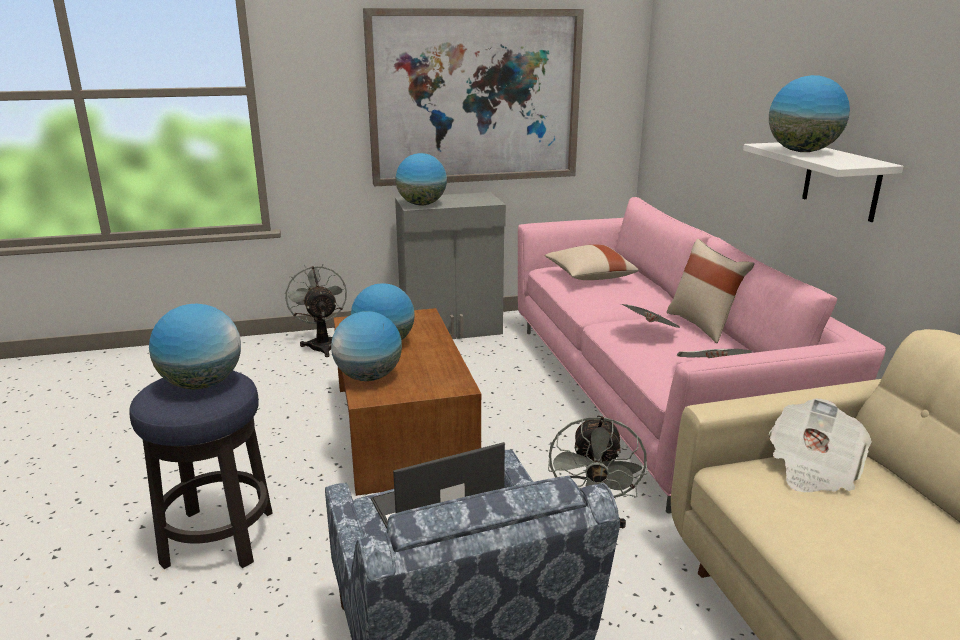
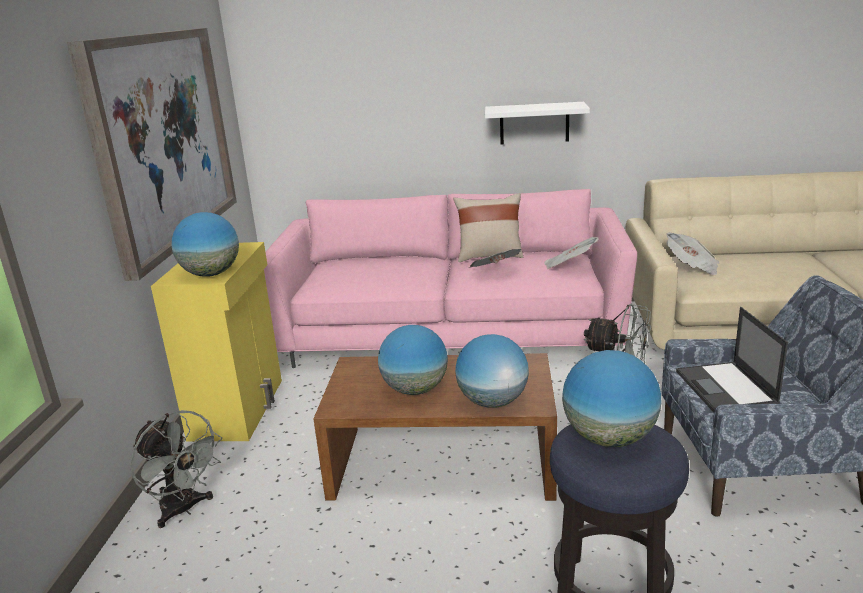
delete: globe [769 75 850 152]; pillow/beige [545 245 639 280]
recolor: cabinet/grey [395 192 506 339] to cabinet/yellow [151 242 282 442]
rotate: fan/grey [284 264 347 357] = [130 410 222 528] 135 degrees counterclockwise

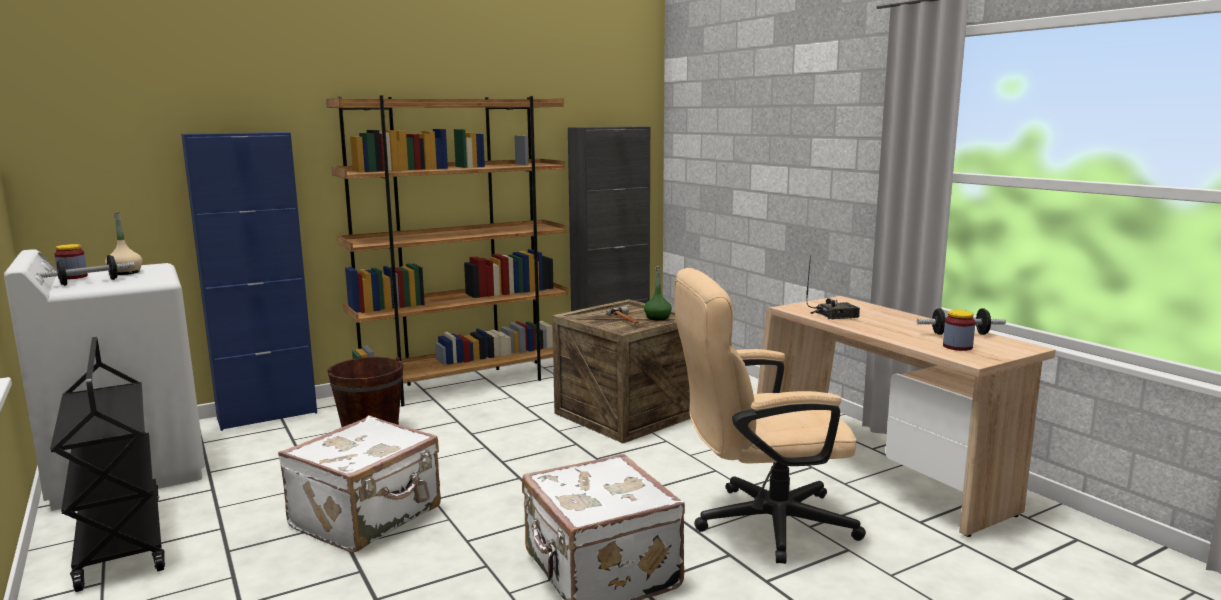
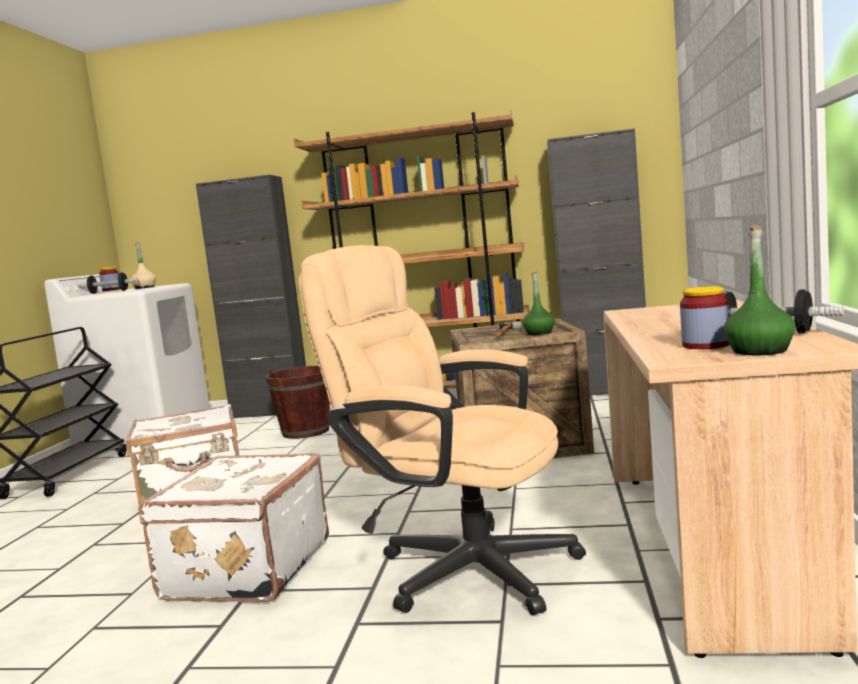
delete: radio [806 256 860 319]
insert: bottle/green [724 226 796 355]
recolor: cabinet/blue [181 132 317 431] to cabinet/black [196 175 306 418]

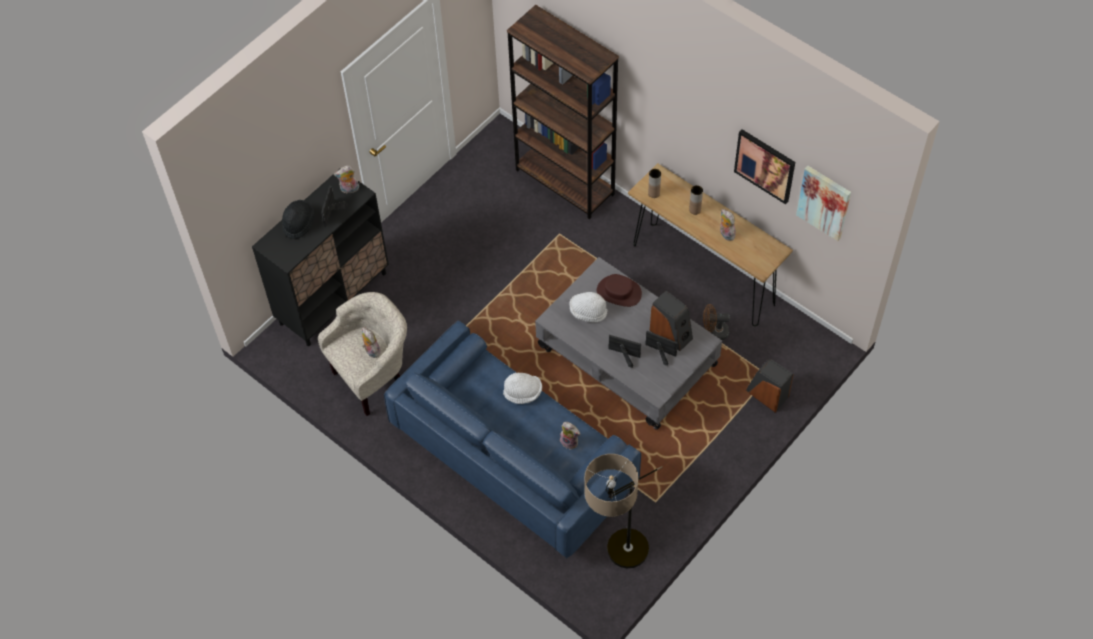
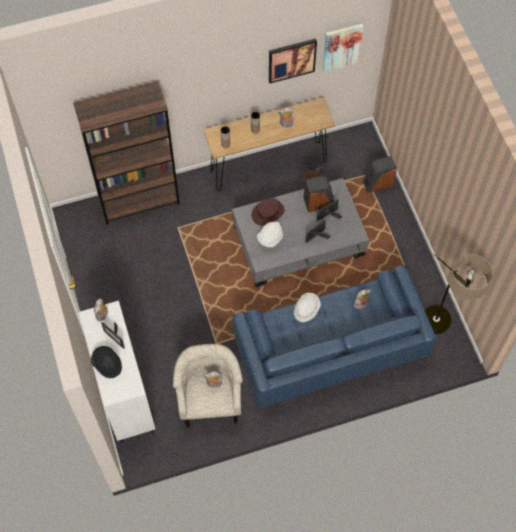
recolor: cabinet/black [252 168 389 346] to cabinet/white [79 301 155 442]

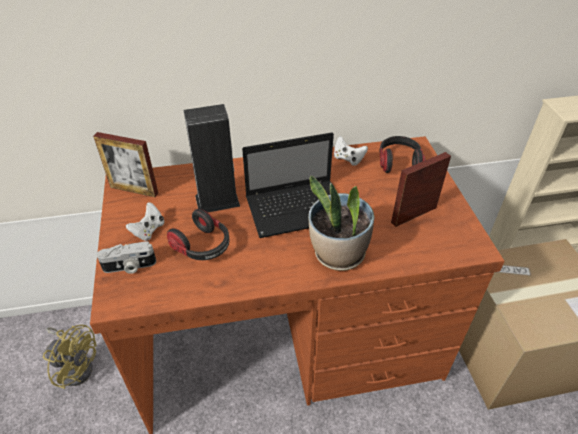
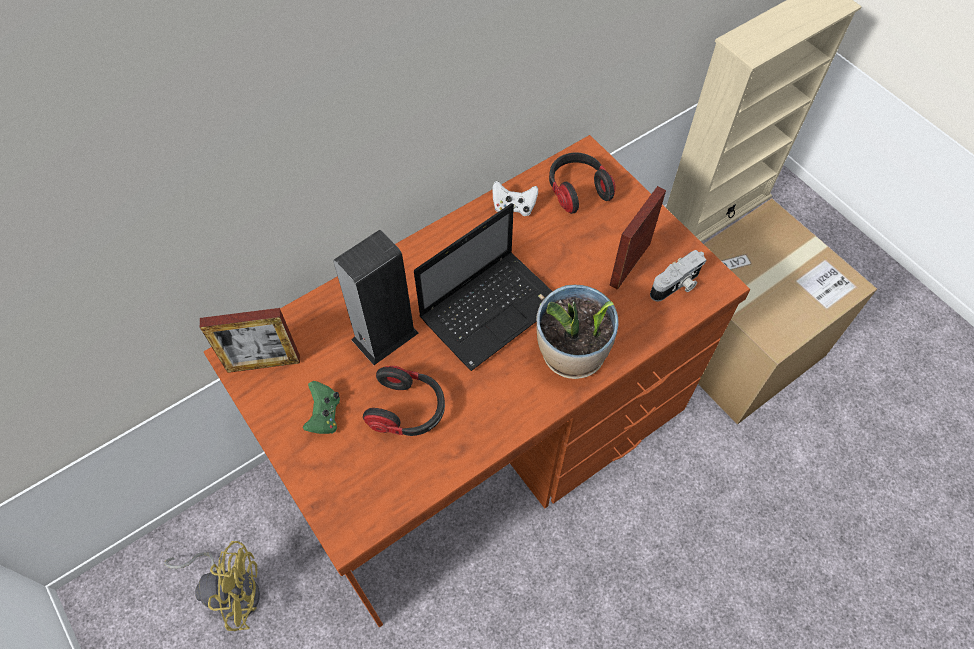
move: photo camera [97 241 156 274] to [650 250 707 301]
recolor: game controller/white [126 202 164 241] to game controller/green [303 381 340 434]

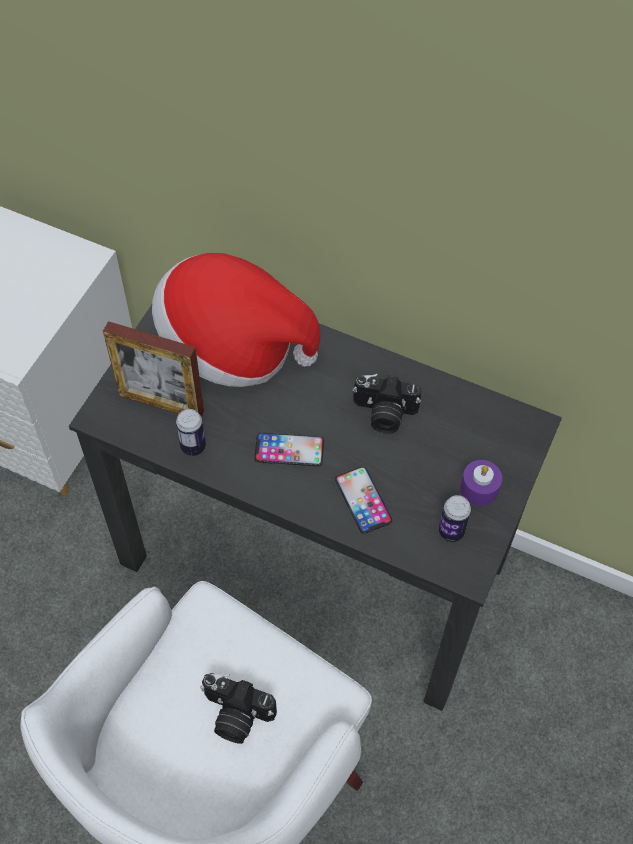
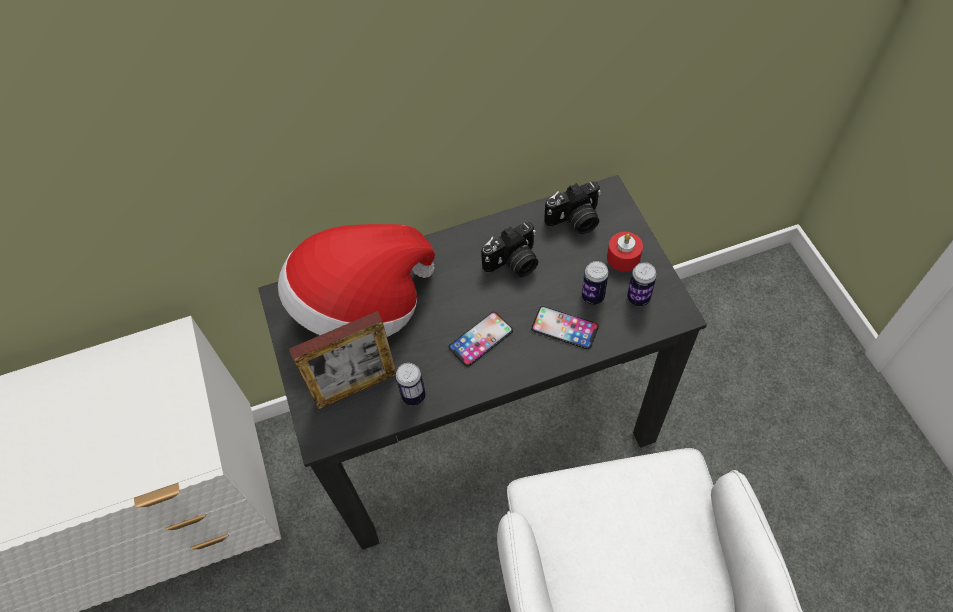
insert: can [582 261 609 305]
move: photo camera [200 673 277 744] to [544 181 601 234]
recolor: candle/purple [460 460 502 506] to candle/red [607 232 643 272]

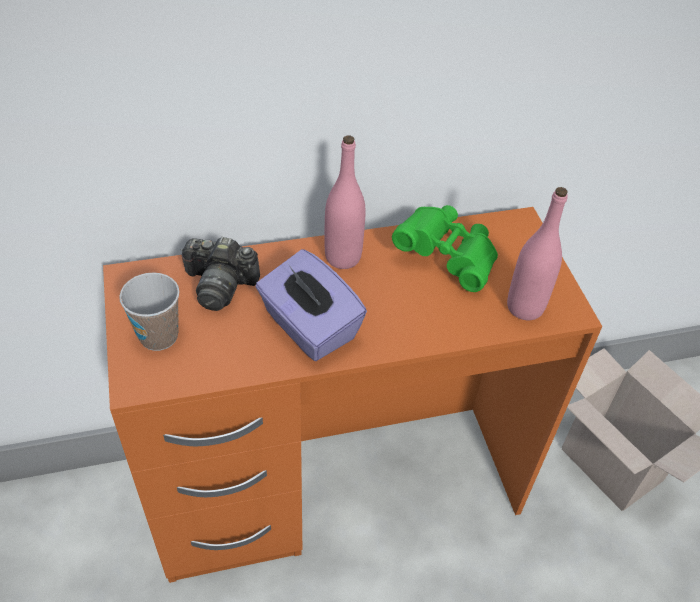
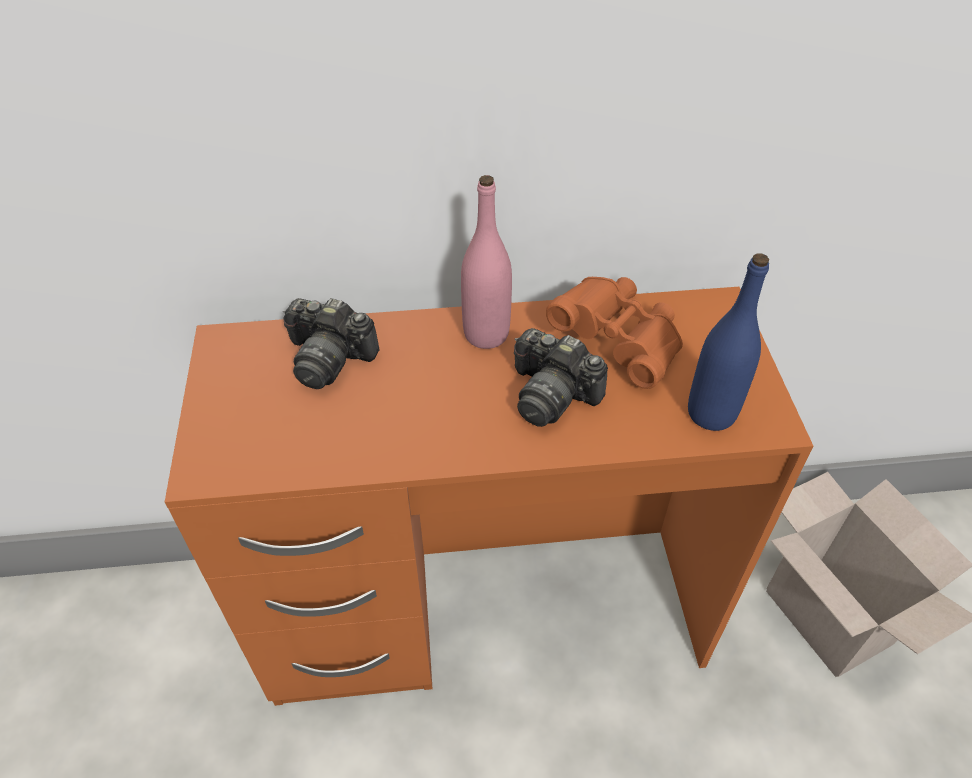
delete: tissue box/purple [256 249 367 361]; cup [119 272 180 351]
insert: photo camera [514 328 608 427]
recolor: bottle/pink [507 187 568 320] to bottle/blue [688 253 769 431]; binoculars/green [392 205 498 292] to binoculars/orange [546 277 683 389]

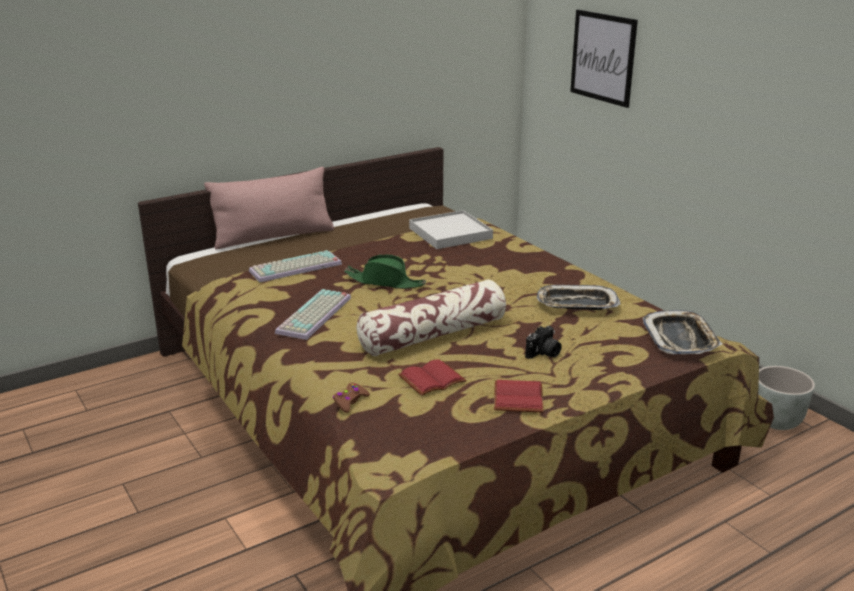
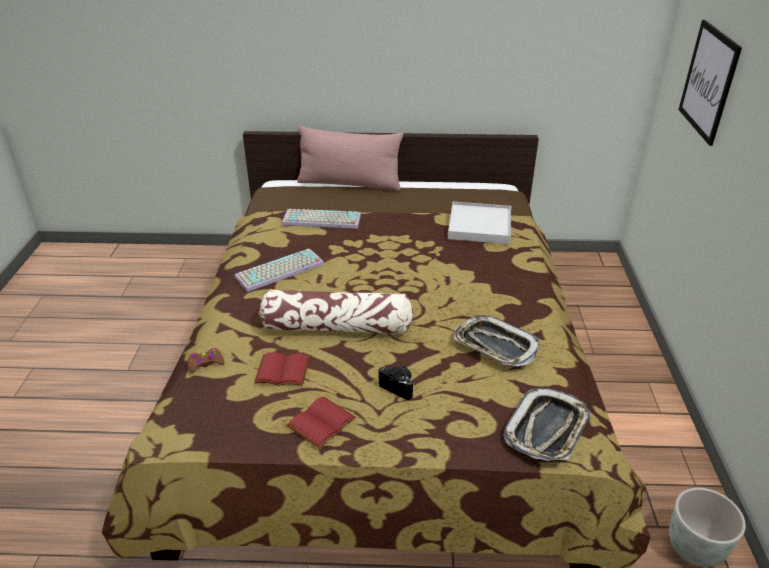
delete: hat/green [344 255 426 289]
rotate: photo camera [525 326 562 359] = [379 366 414 400] 135 degrees counterclockwise

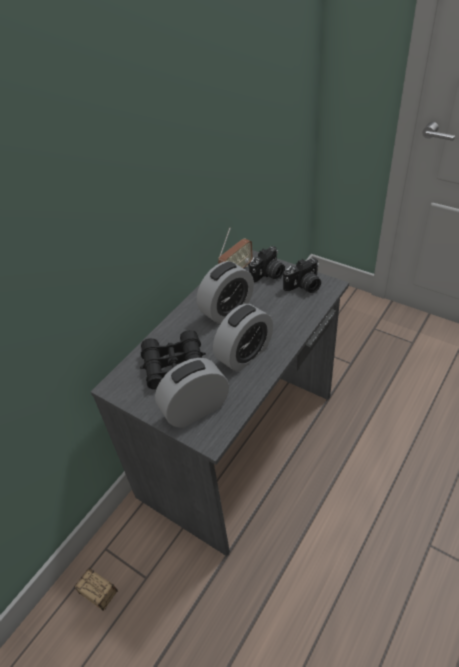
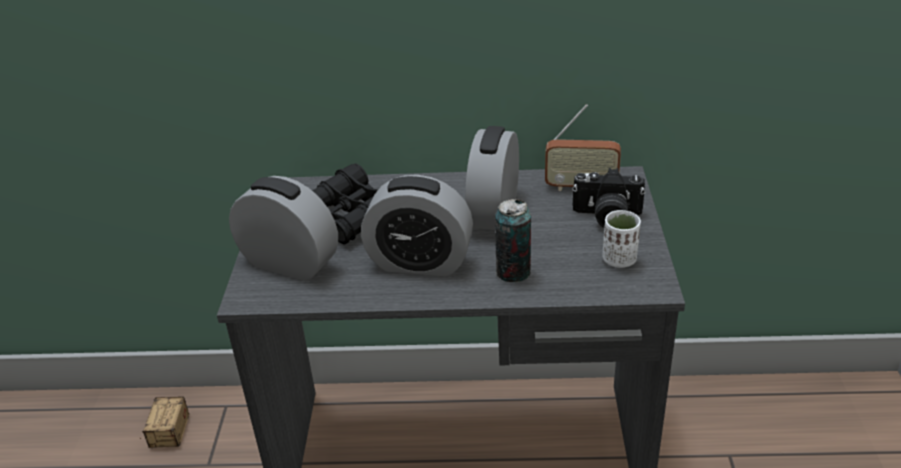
insert: can [495 199 531 282]
replace: photo camera [283 258 321 293] to cup/white [602 210 641 268]
rotate: alarm clock [197 261 254 324] = [465 126 519 230] 90 degrees clockwise

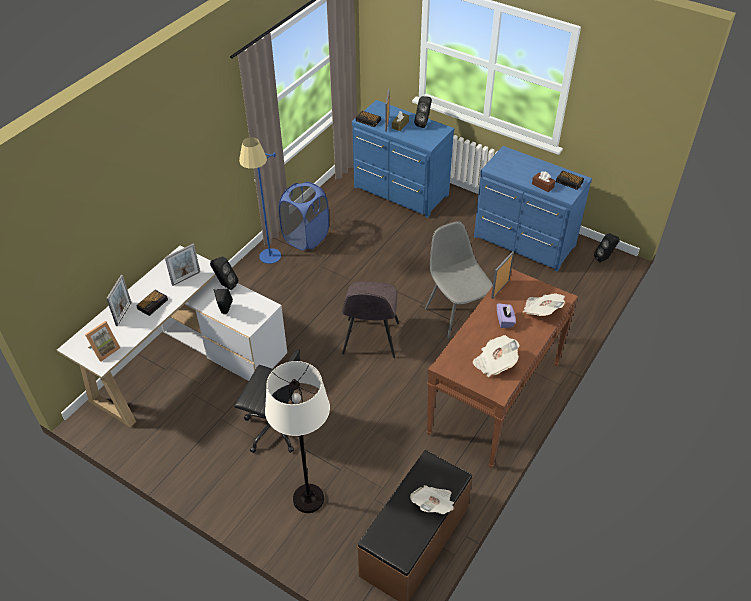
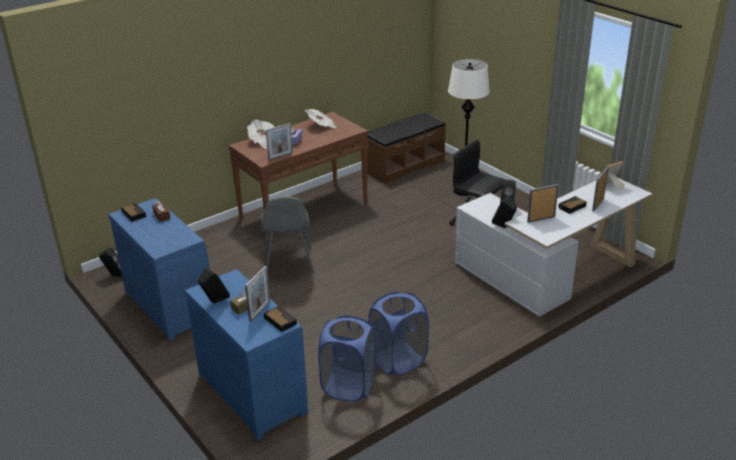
delete: floor lamp/blue [239 137 281 264]; chair/grey [342 281 399 358]; newspaper [410 485 454 514]
insert: laundry basket/blue [318 315 376 402]

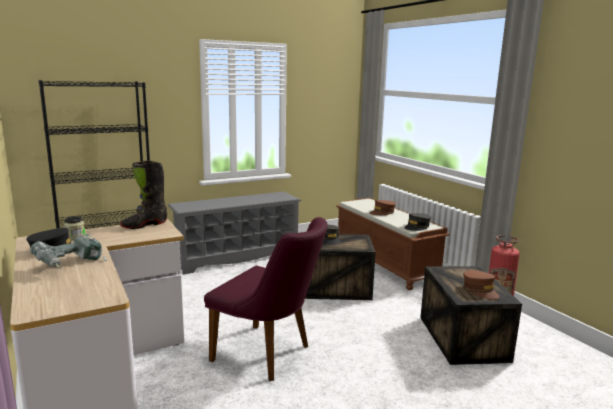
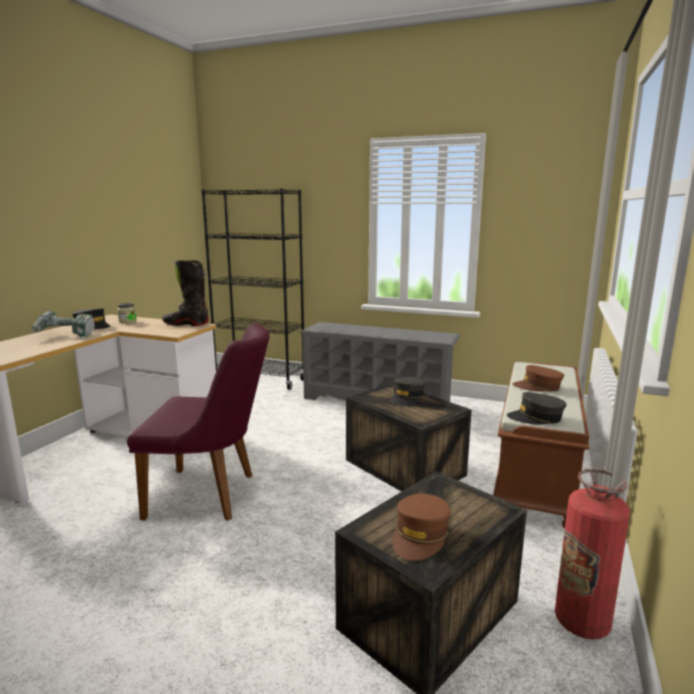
rotate: chair/purple [204 217 328 381] = [127 323 270 521] 75 degrees counterclockwise

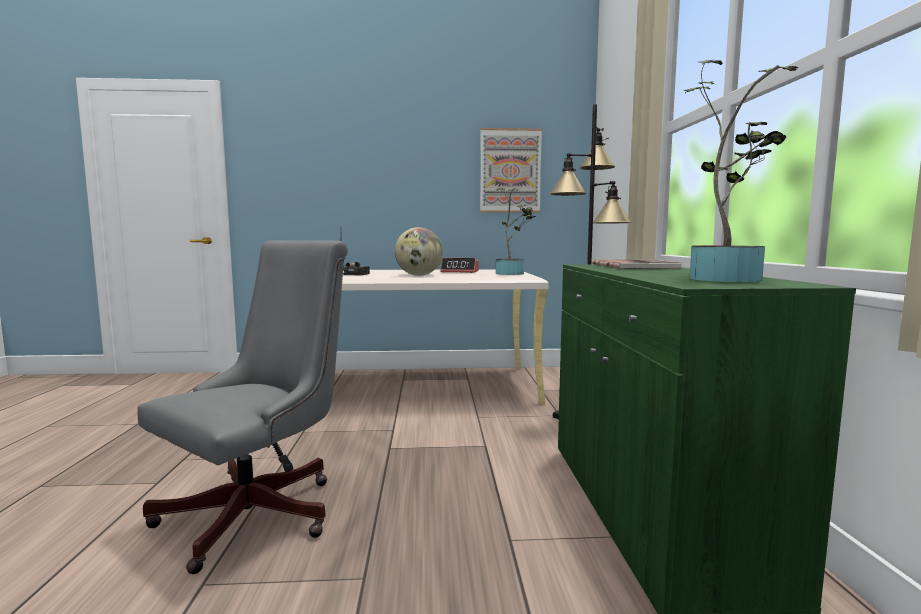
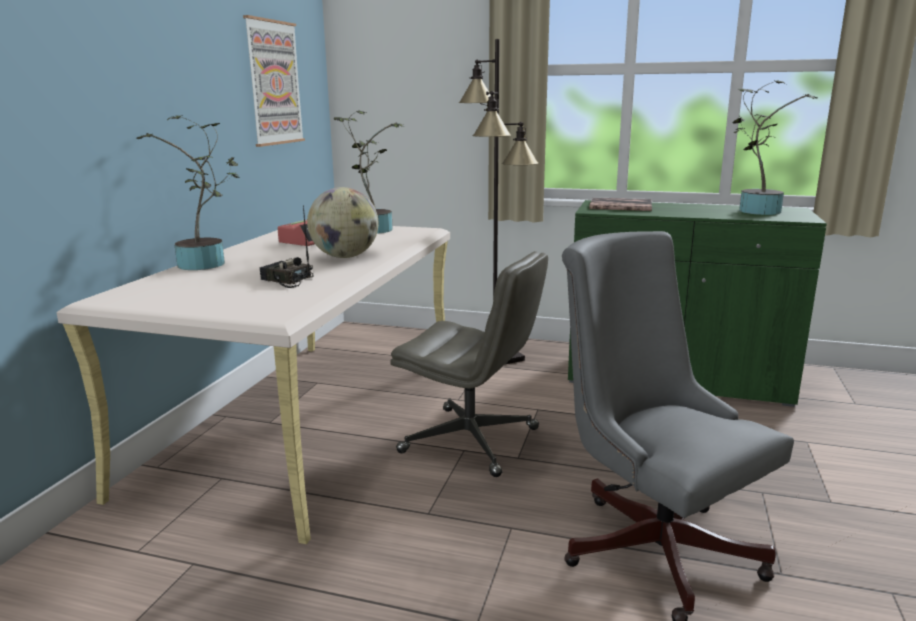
insert: potted plant [136 115 240 270]; office chair/grey [390 251 548 477]

